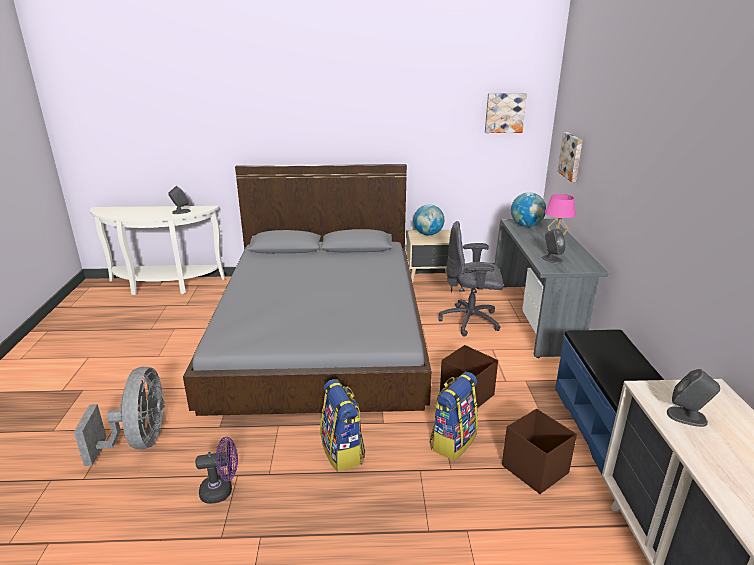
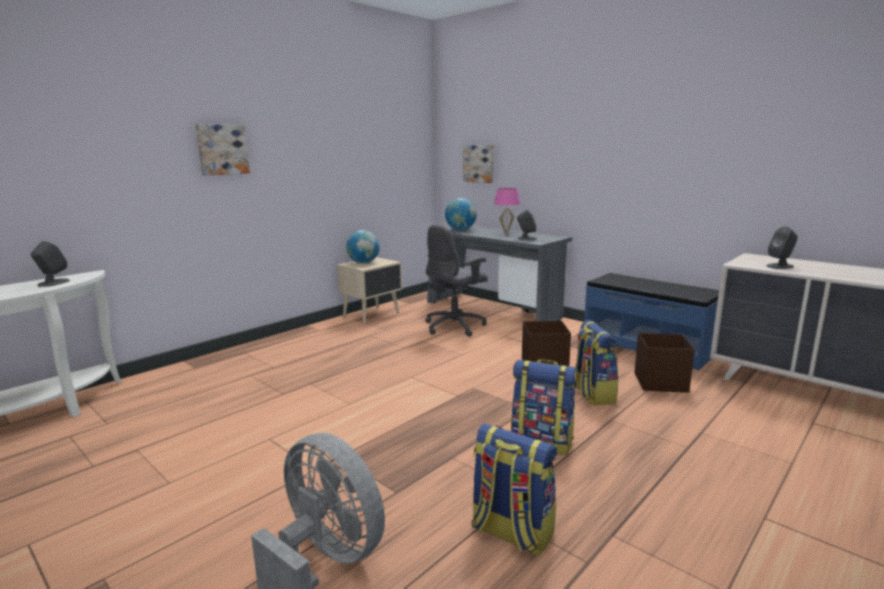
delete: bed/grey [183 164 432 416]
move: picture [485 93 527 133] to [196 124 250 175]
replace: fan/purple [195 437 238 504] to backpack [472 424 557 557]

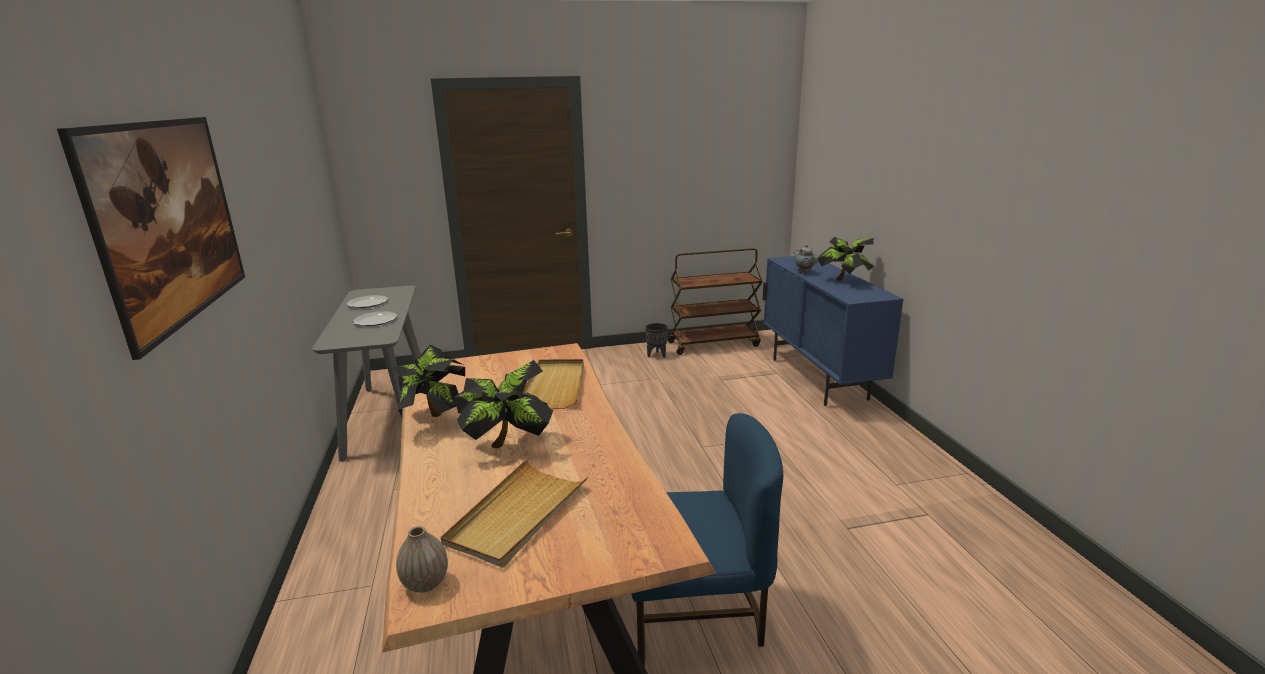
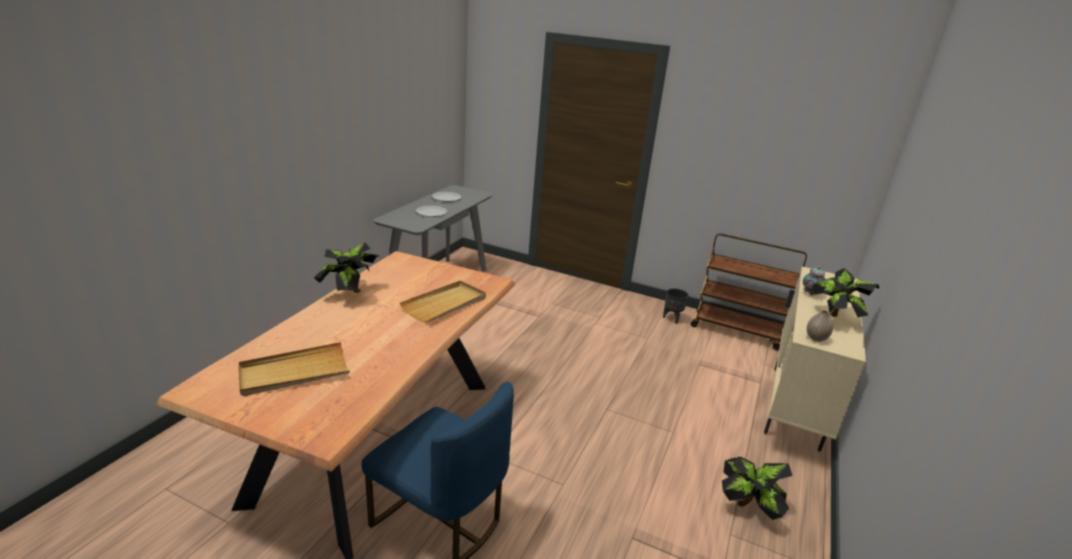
delete: picture [57 117 245 360]
move: potted plant [454 360 553 448] to [722 457 792 520]; vase [396 526 448 593] to [807 310 833 342]
recolor: cabinet/blue [763 256 904 406] to cabinet/beige [764 267 866 452]

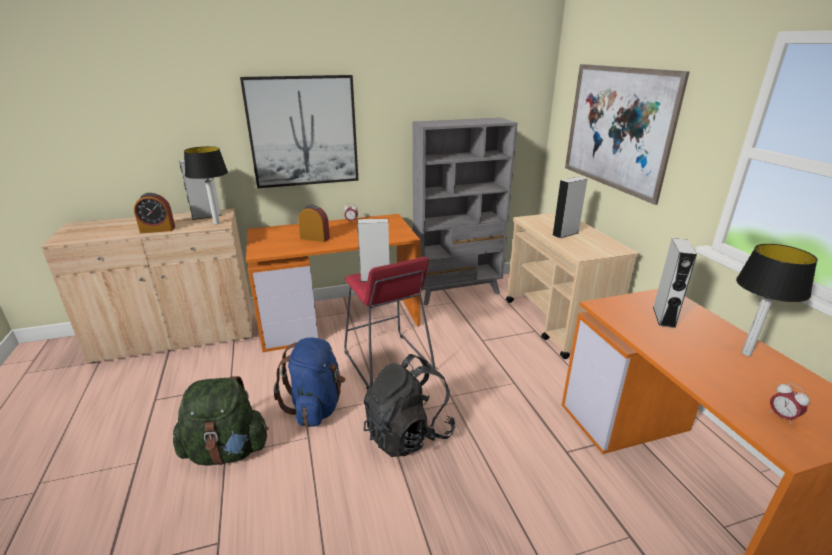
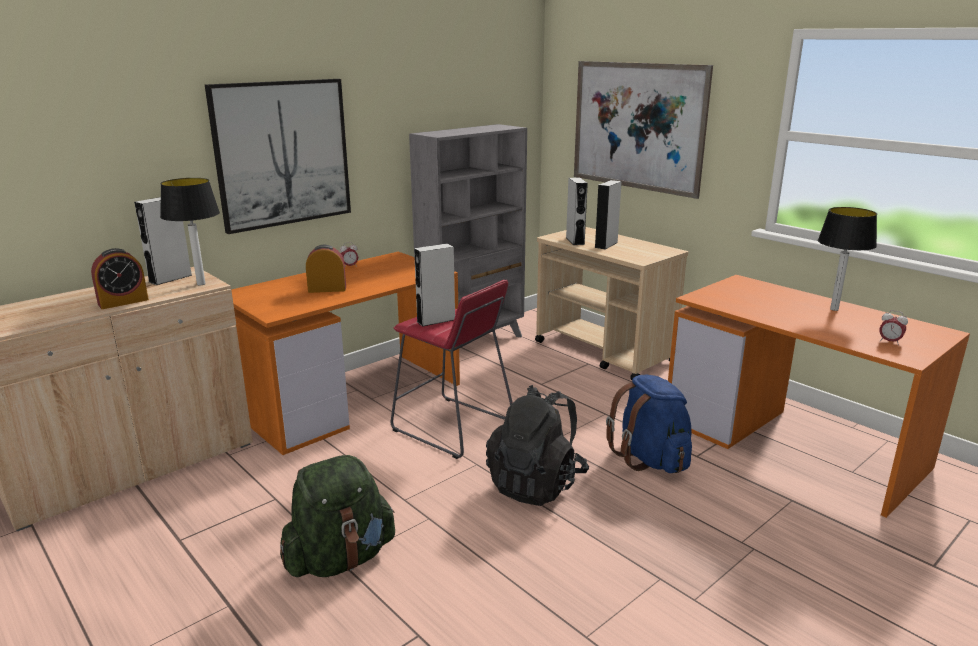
move: speaker/grey [653 238 697 328] to [566 177 588 245]; backpack/blue [274 337 346 427] to [606 374 692 473]

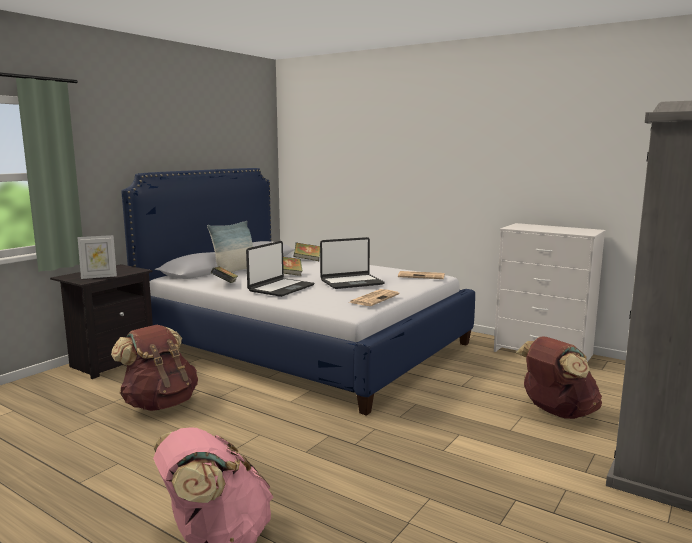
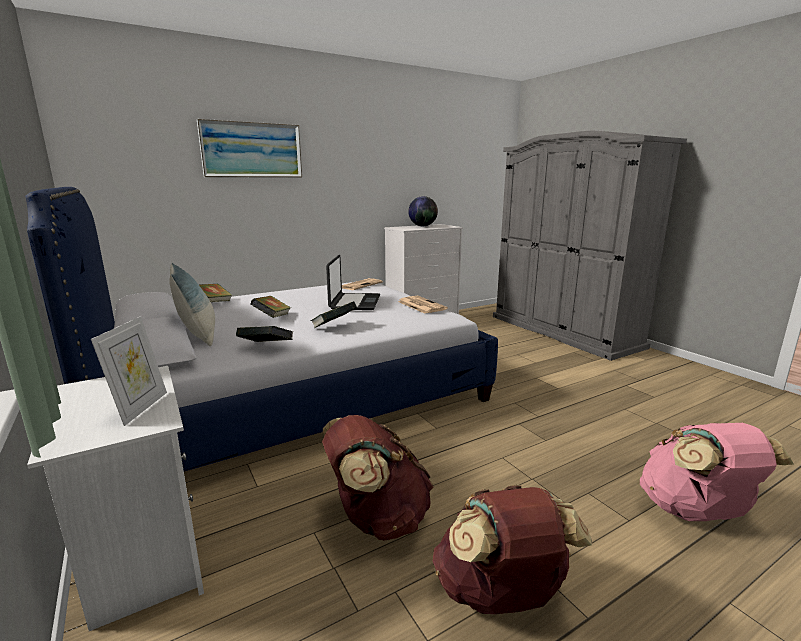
insert: picture [197 119 302 178]; globe [408 196 438 226]
move: backpack/brown [516 336 602 419] to [433 485 592 614]
replace: laptop [246 241 314 297] to book [310 301 357 328]
recolor: nightstand/black [50 264 153 379] to nightstand/white [27 366 204 631]

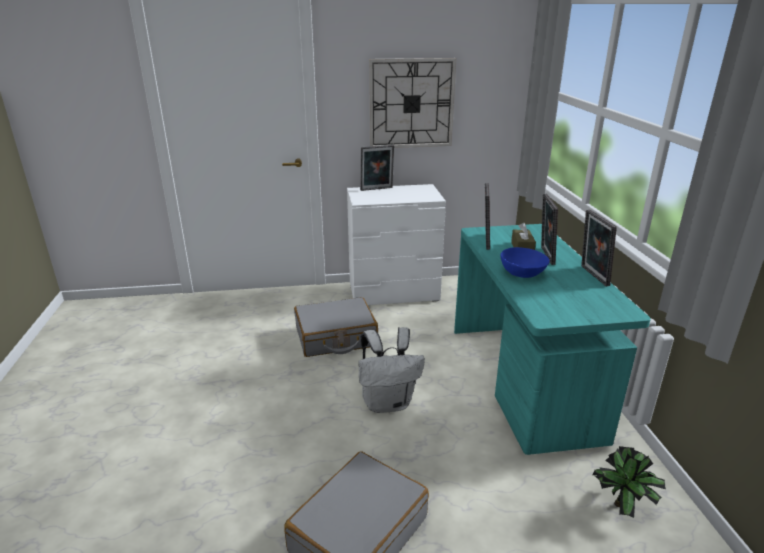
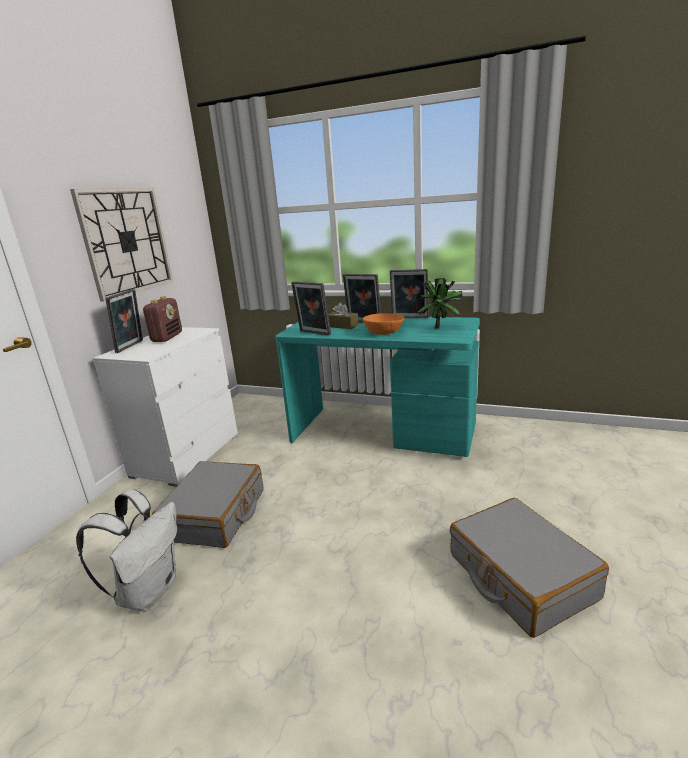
insert: radio [143 296 182 342]
move: backpack/white [358 327 425 413] to [76 489 177 611]; potted plant [592 446 666 518] to [416 278 463 329]
recolor: bowl/blue [501 247 550 278] to bowl/orange [363 313 404 335]

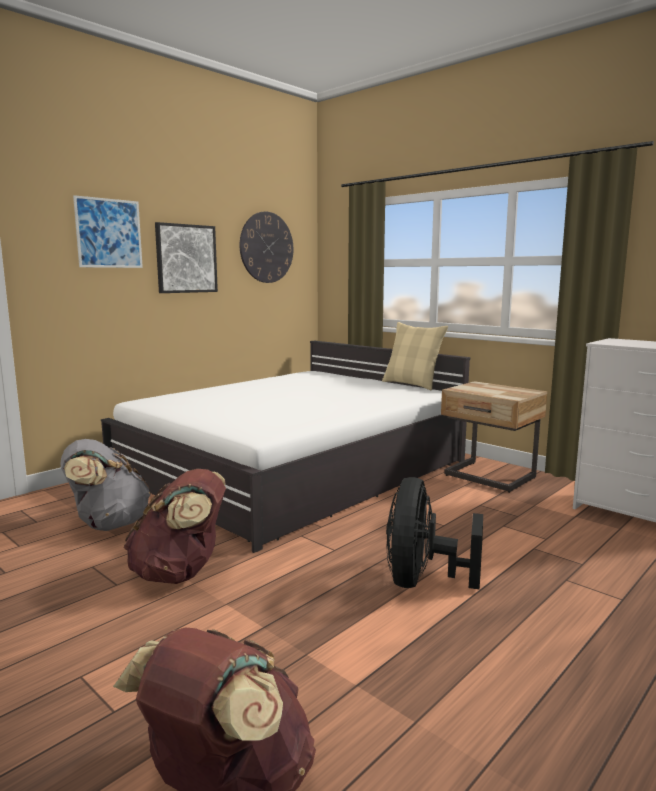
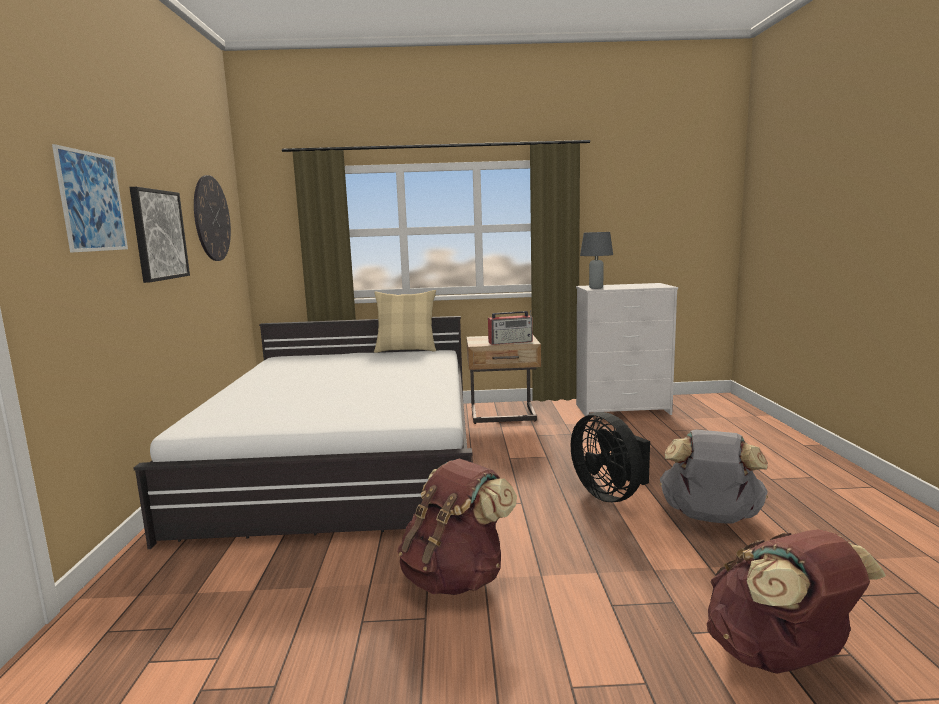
insert: table lamp/grey [580 232 613 289]; radio [488 310 533 345]
move: backpack/grey [61 439 151 531] to [660 430 768 524]

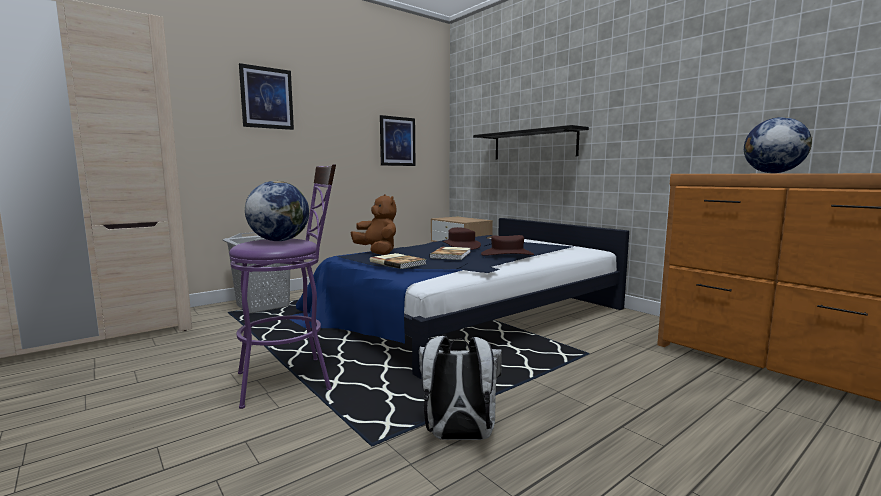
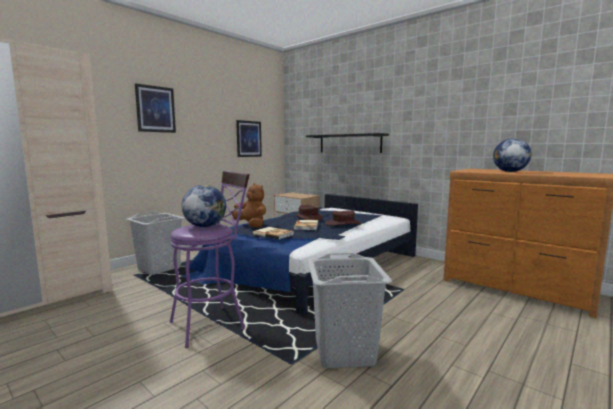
replace: backpack/white [419 336 502 440] to laundry basket/grey [308 253 392 368]

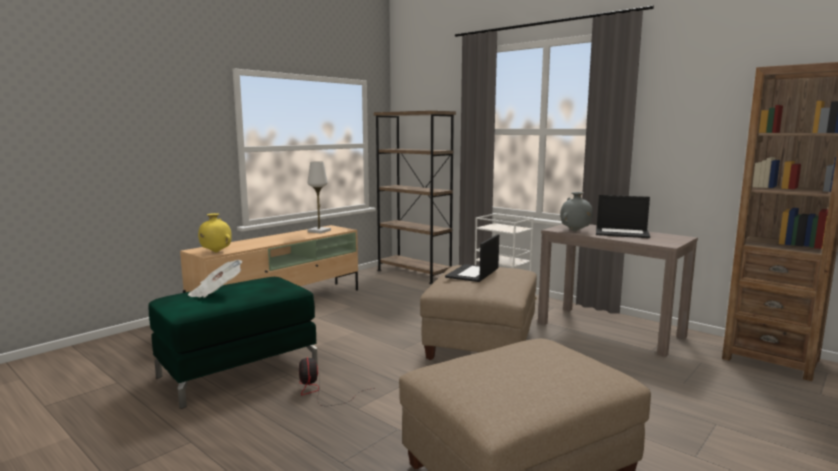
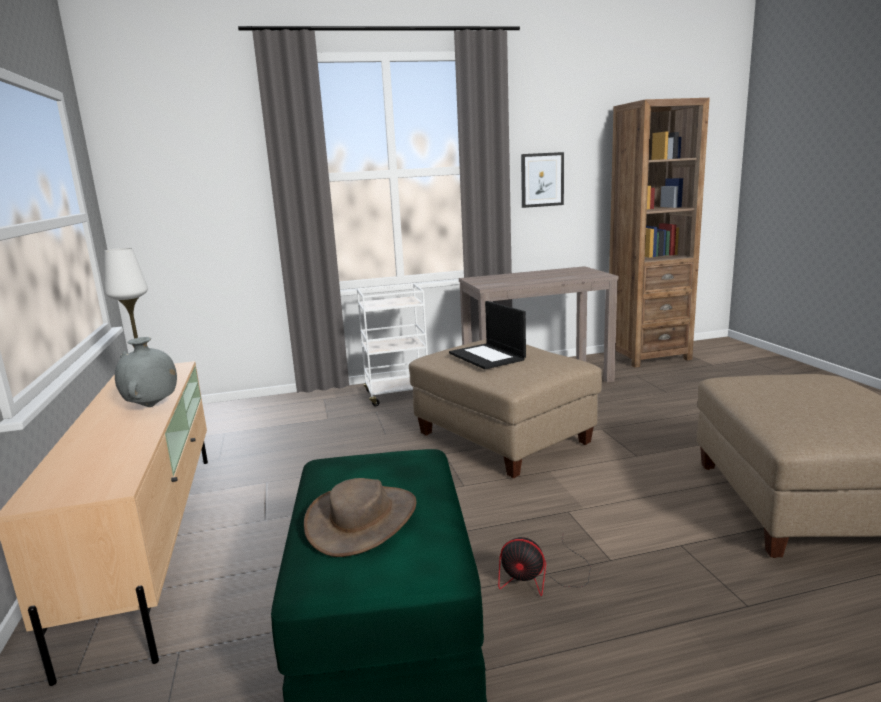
delete: bookcase/brown [374 111 456 284]; laptop [596 195 650 238]; vase/yellow [198 213 232 252]
insert: picture [521 152 564 208]
move: vase/grey [560 192 593 231] to [115 337 177 407]
replace: newspaper [188 260 242 298] to hat/brown [304 478 417 557]

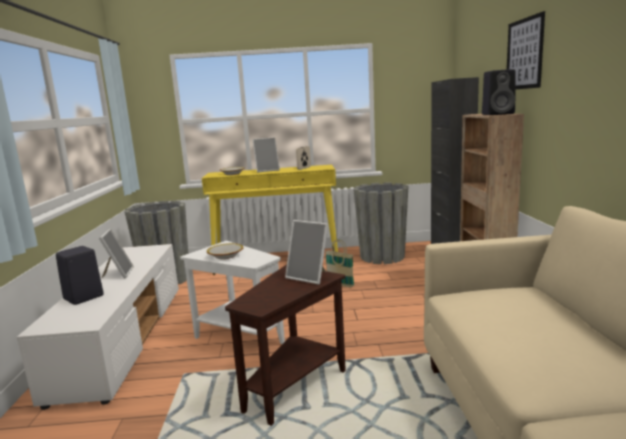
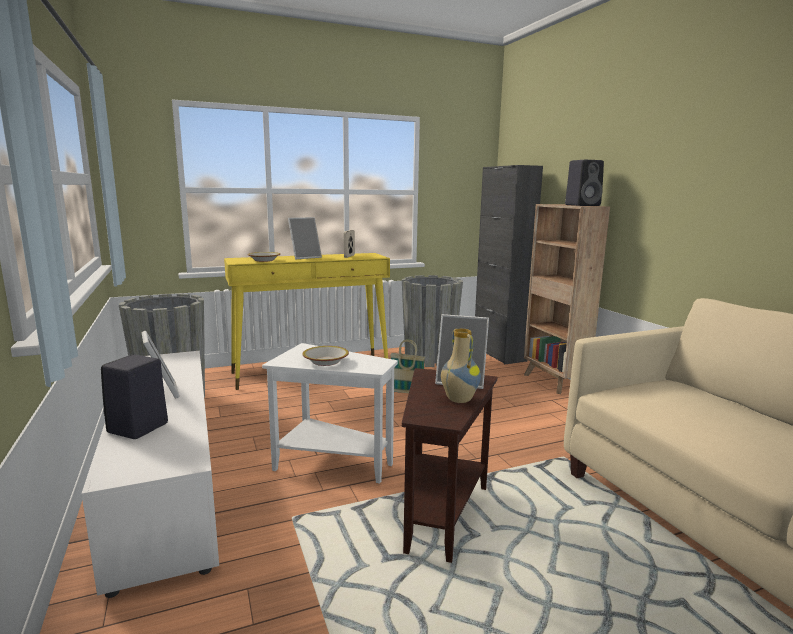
delete: picture [507 11 545 89]
insert: vase [441 329 481 403]

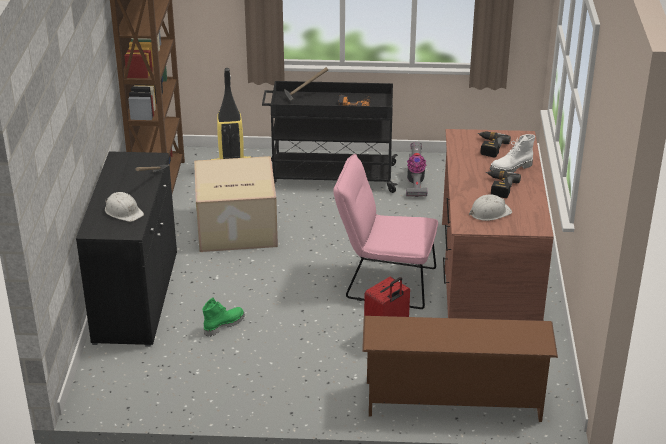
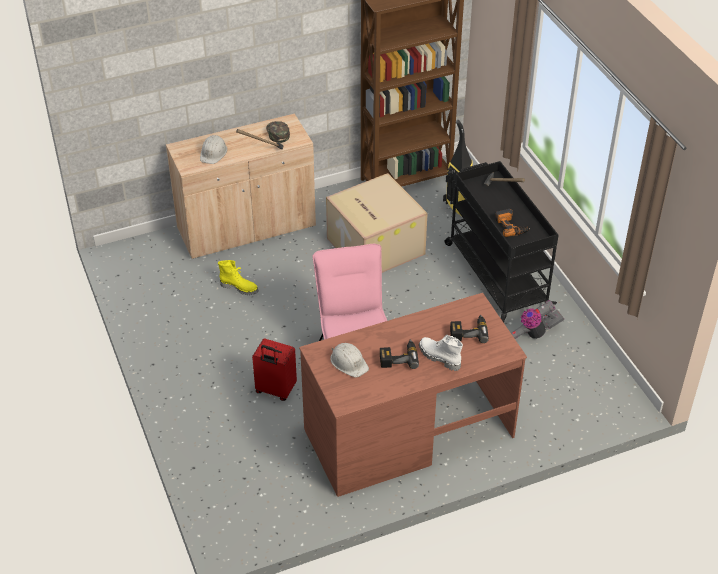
delete: shoe rack/brown [362 316 558 422]
insert: cap/green [266 121 290 143]
recolor: cabinet/black [76 151 177 347] to cabinet/beige [166 114 316 259]; boot/green [202 298 245 337] to boot/yellow [218 260 259 295]

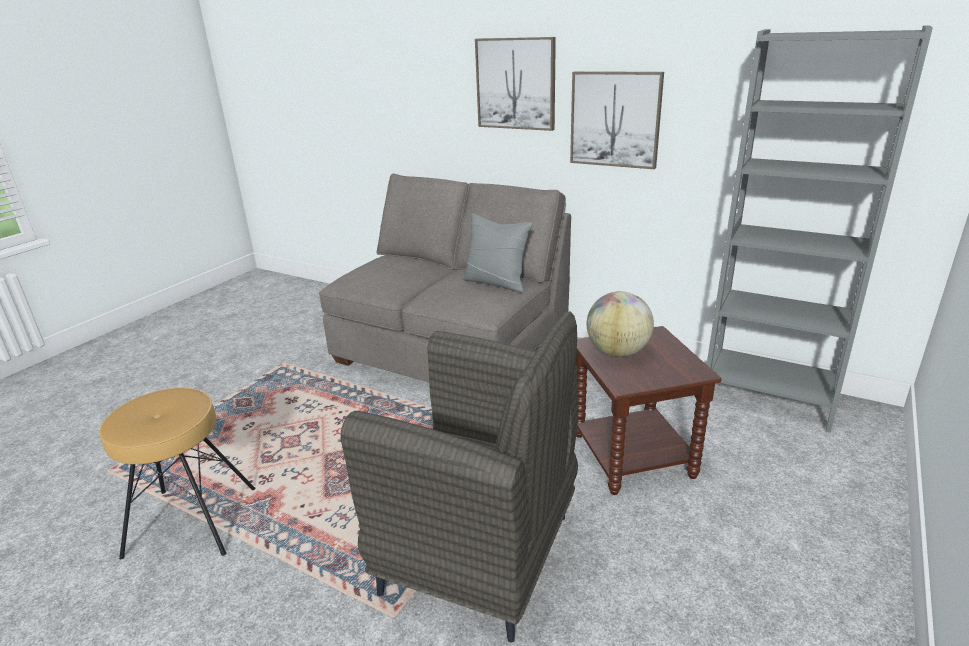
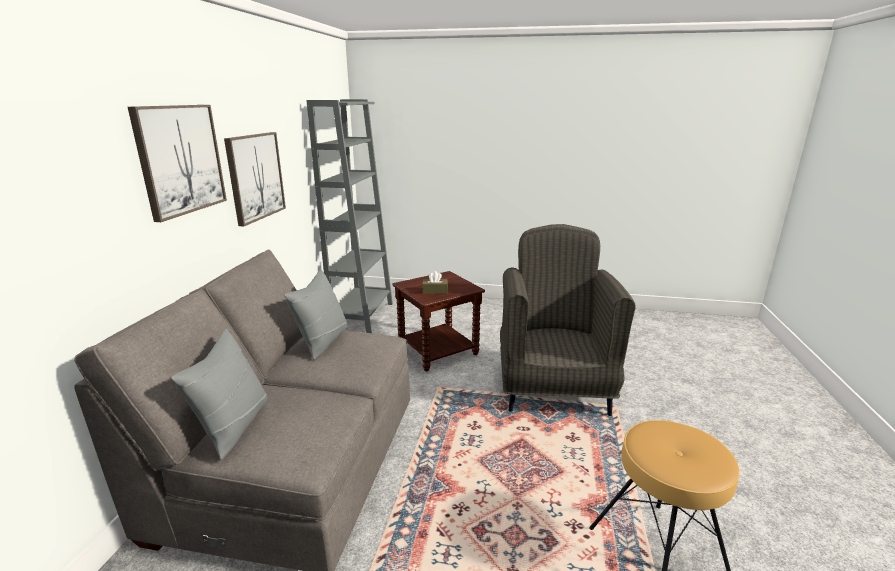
insert: pillow/grey [171 329 267 460]
replace: globe [587 291 654 357] to tissue box/brown [422 271 448 294]

